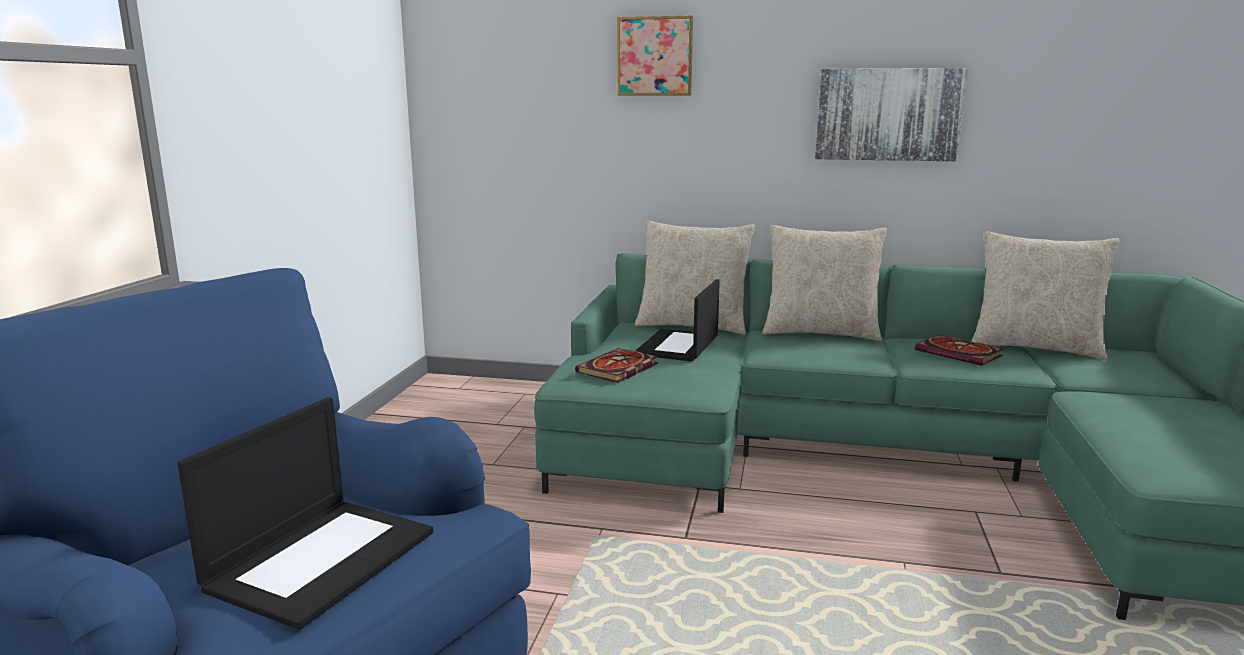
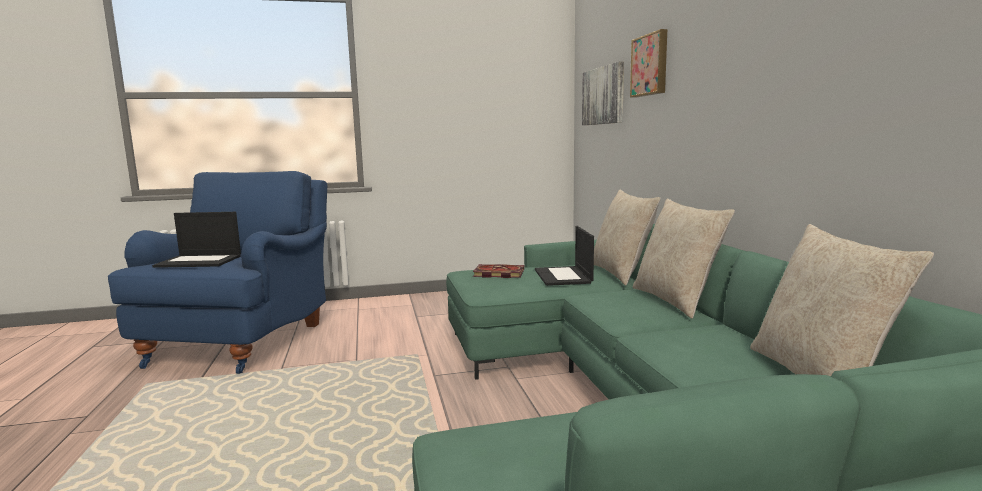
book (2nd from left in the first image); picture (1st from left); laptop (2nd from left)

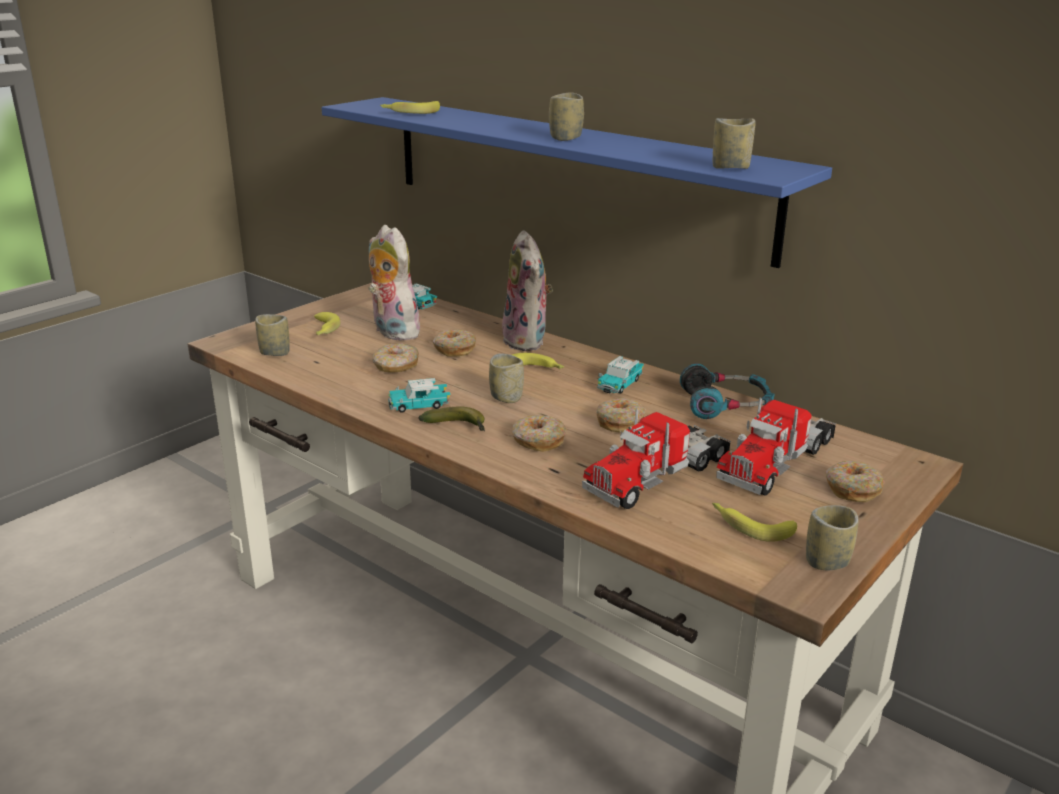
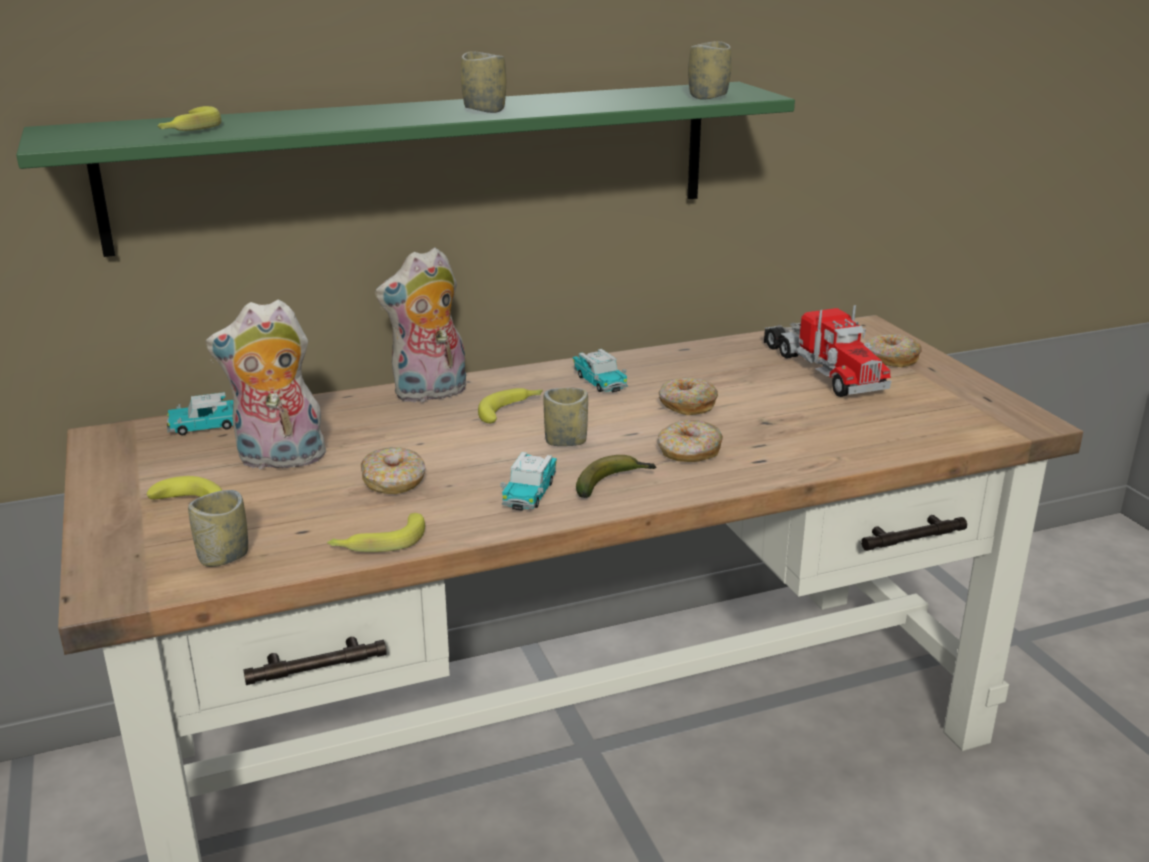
donut (2nd from left in the first image); toy truck (1st from left in the first image); headphones; cup (5th from left in the first image); banana (3rd from left); shelf/green; plush toy (2nd from left)

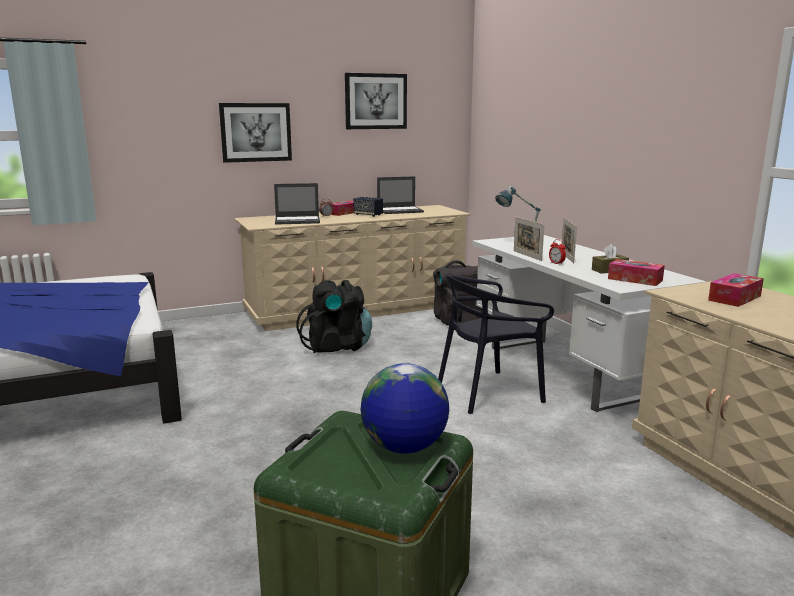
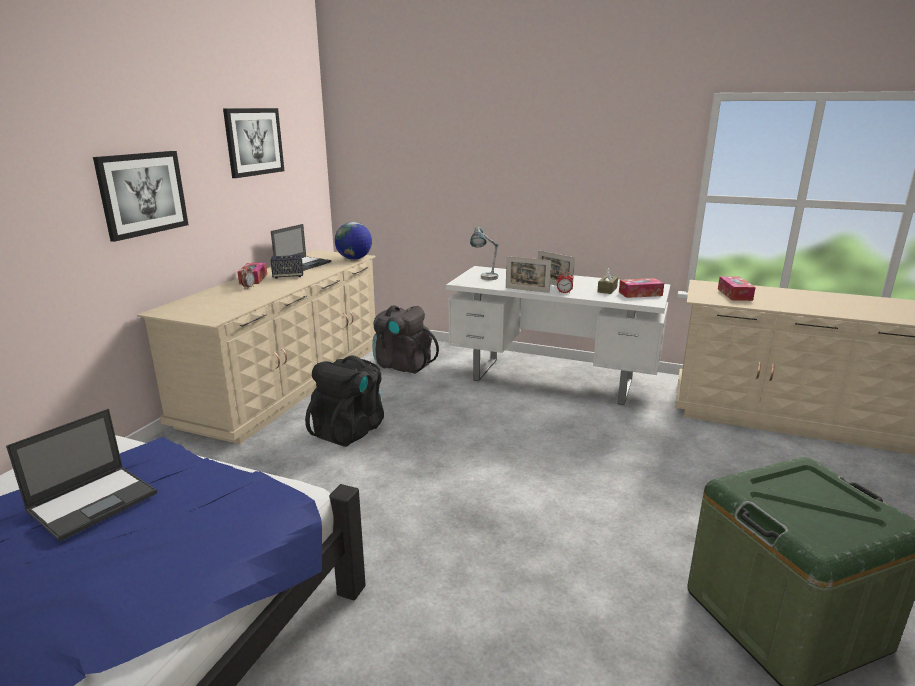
chair/black; laptop (1st from left); globe

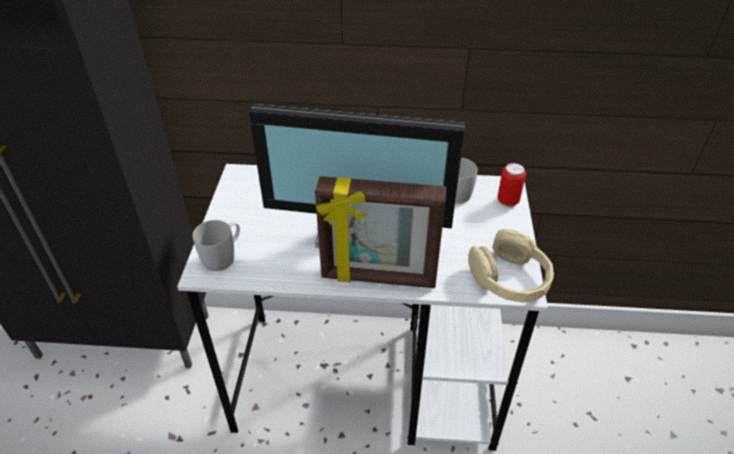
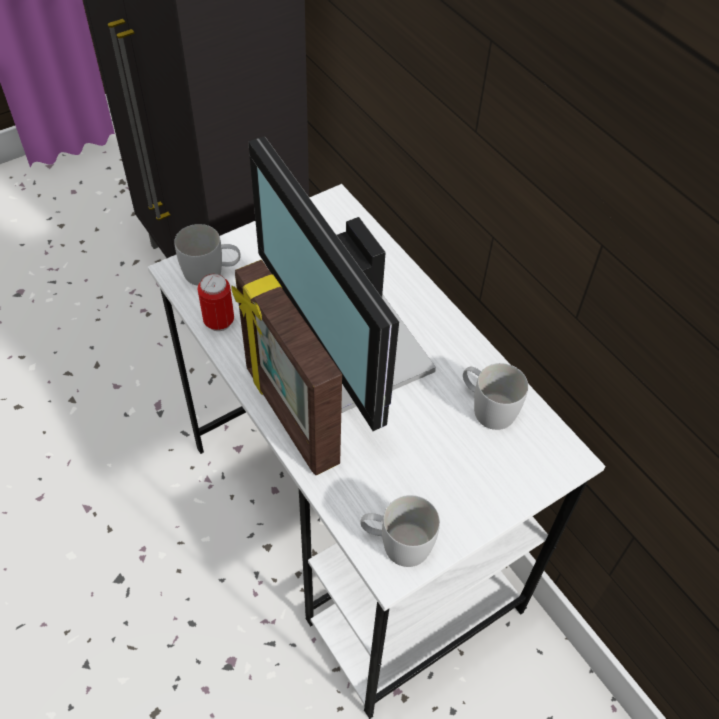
can; mug/white (2nd from left)

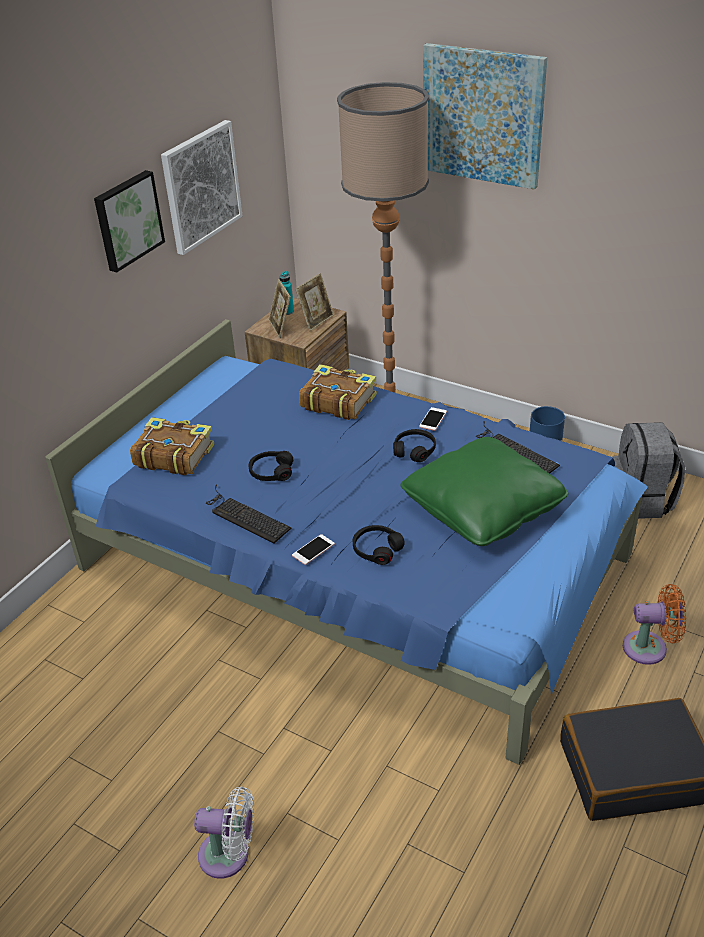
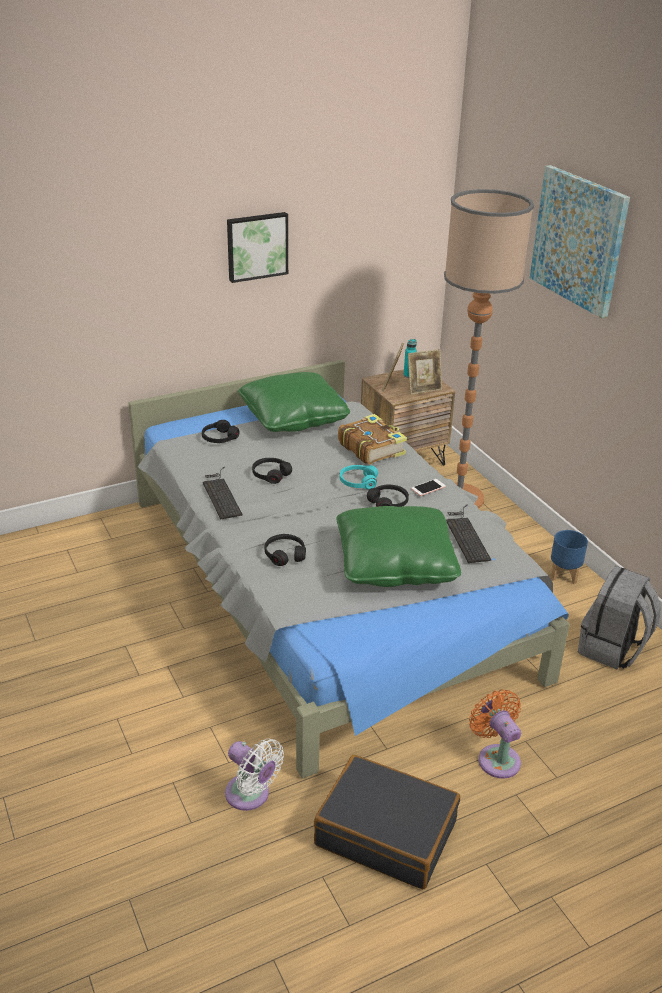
picture (2nd from left in the first image); phone (1st from left in the first image); pillow/green (1st from left); headphones/turquoise; fan/white; headphones/black (1st from left); bed/grey; fan/orange

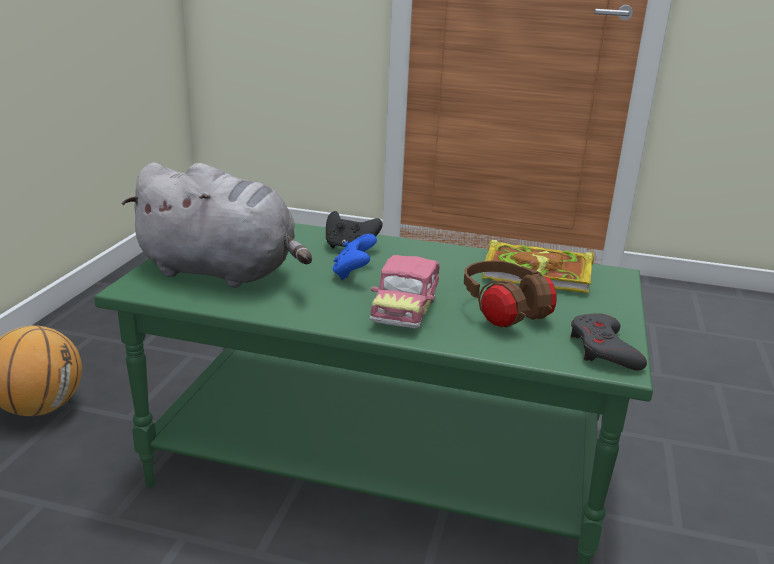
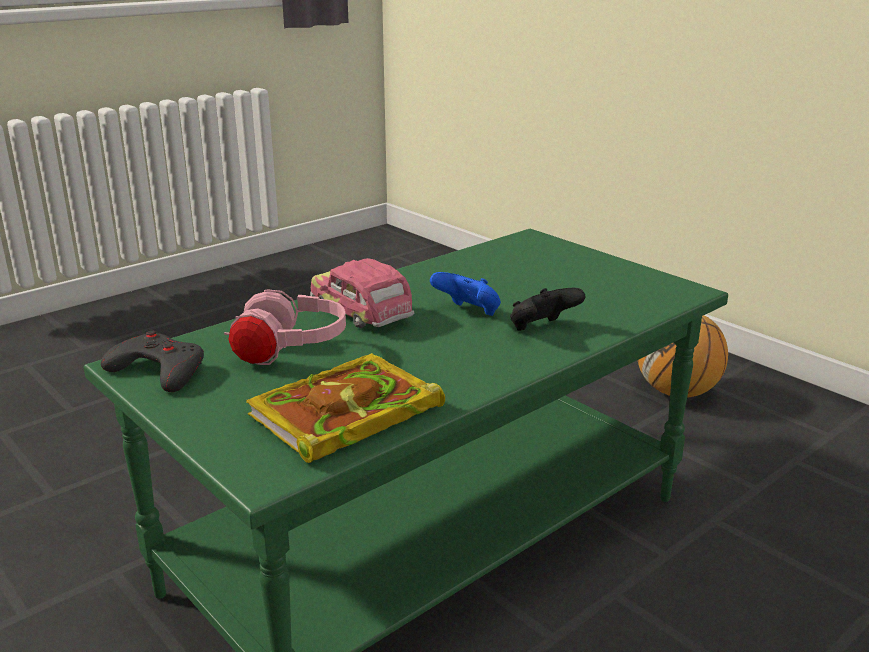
plush toy/grey; headphones/pink

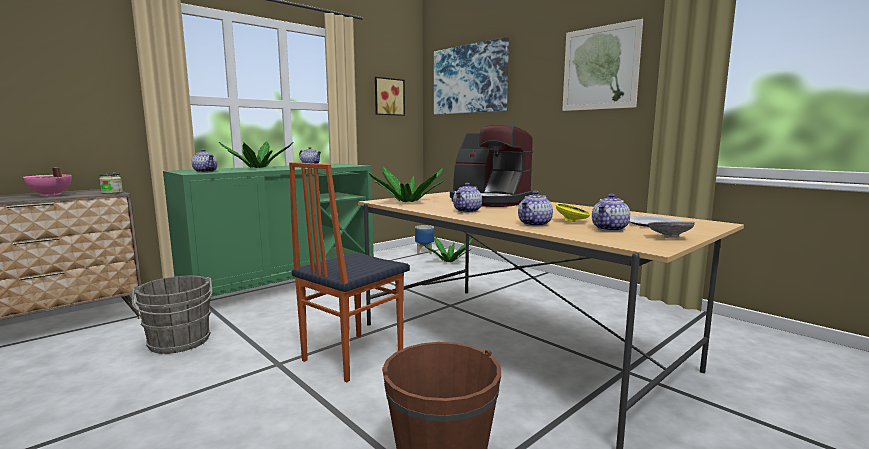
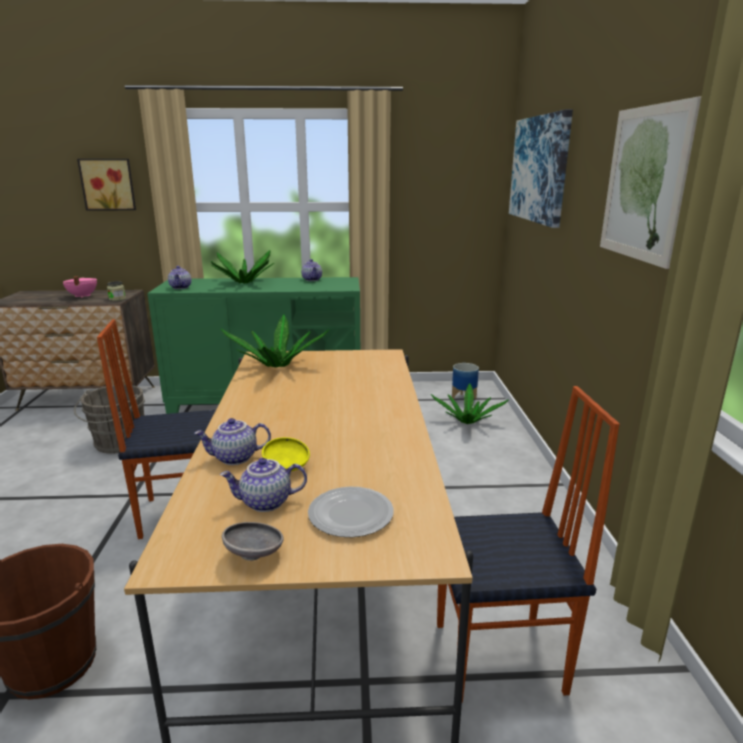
coffee machine; teapot (3rd from left in the first image); chair (2nd from left); picture (1st from left)

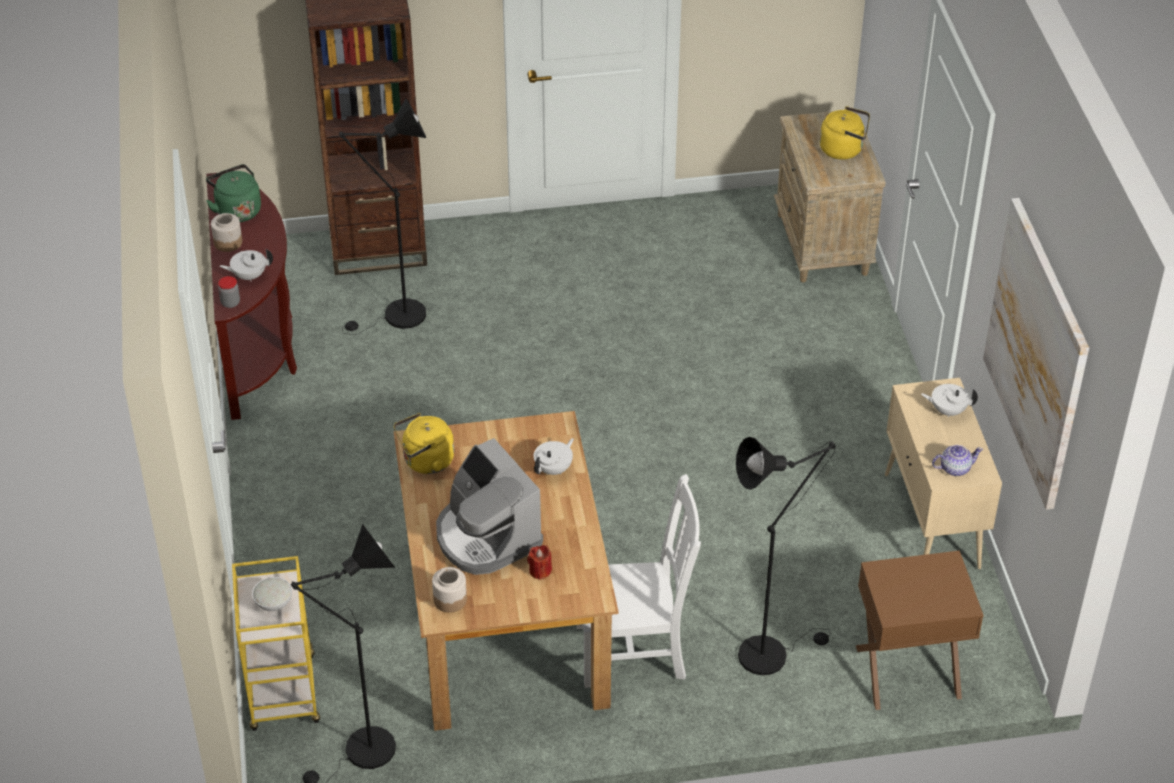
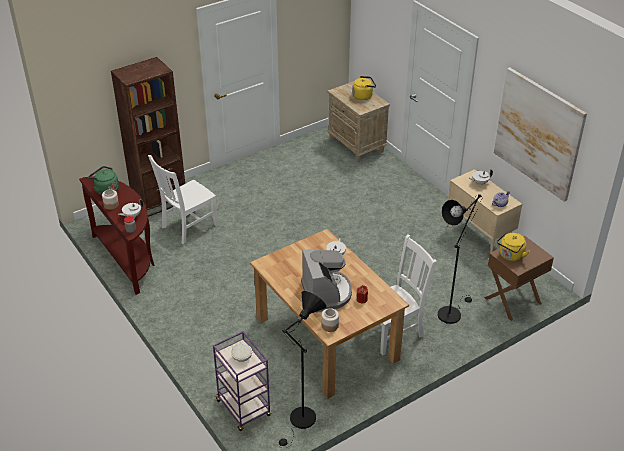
kettle/yellow (2nd from left); chair/white (1st from left); cart/purple; coffee machine

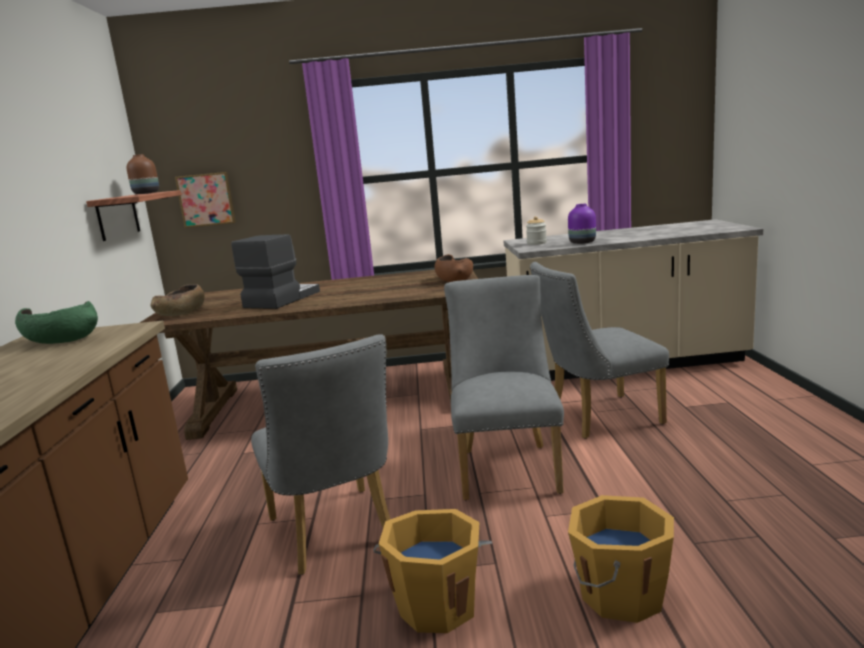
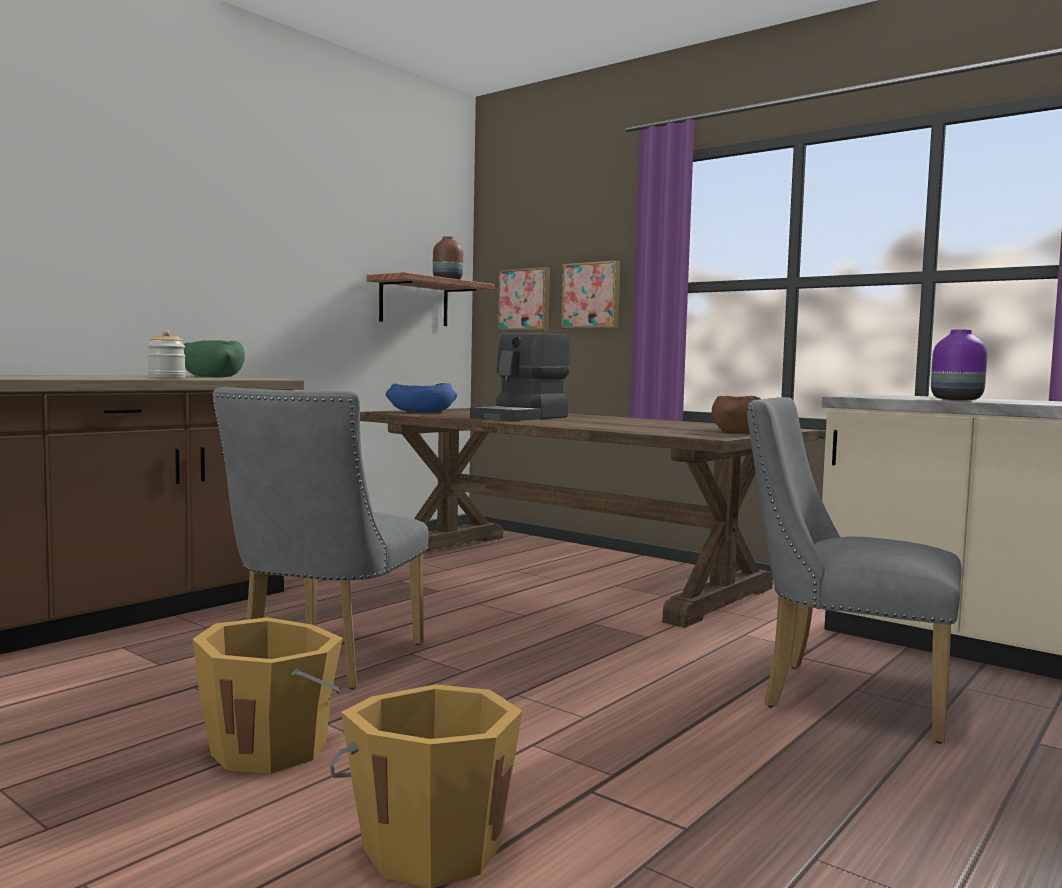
chair/grey (2nd from left in the first image); picture (2nd from left); jar; bowl/blue; coffee machine

